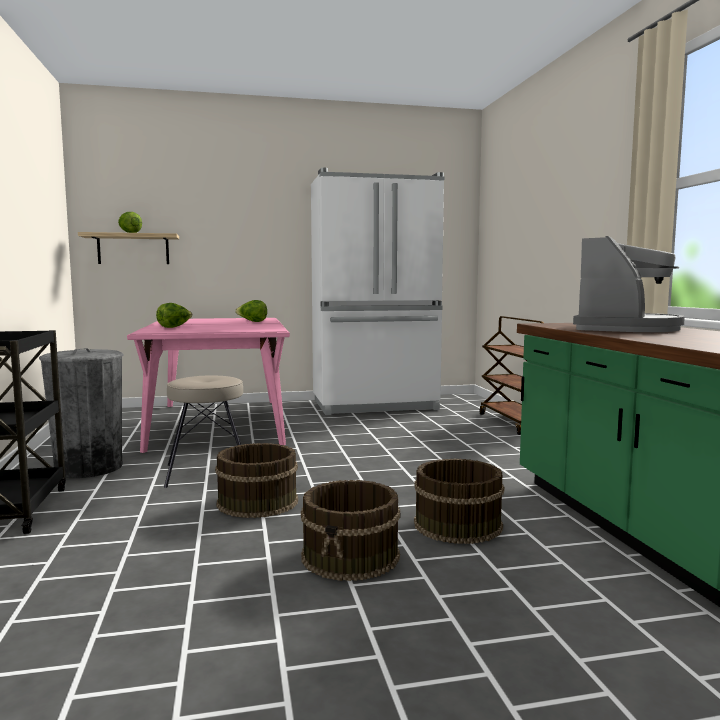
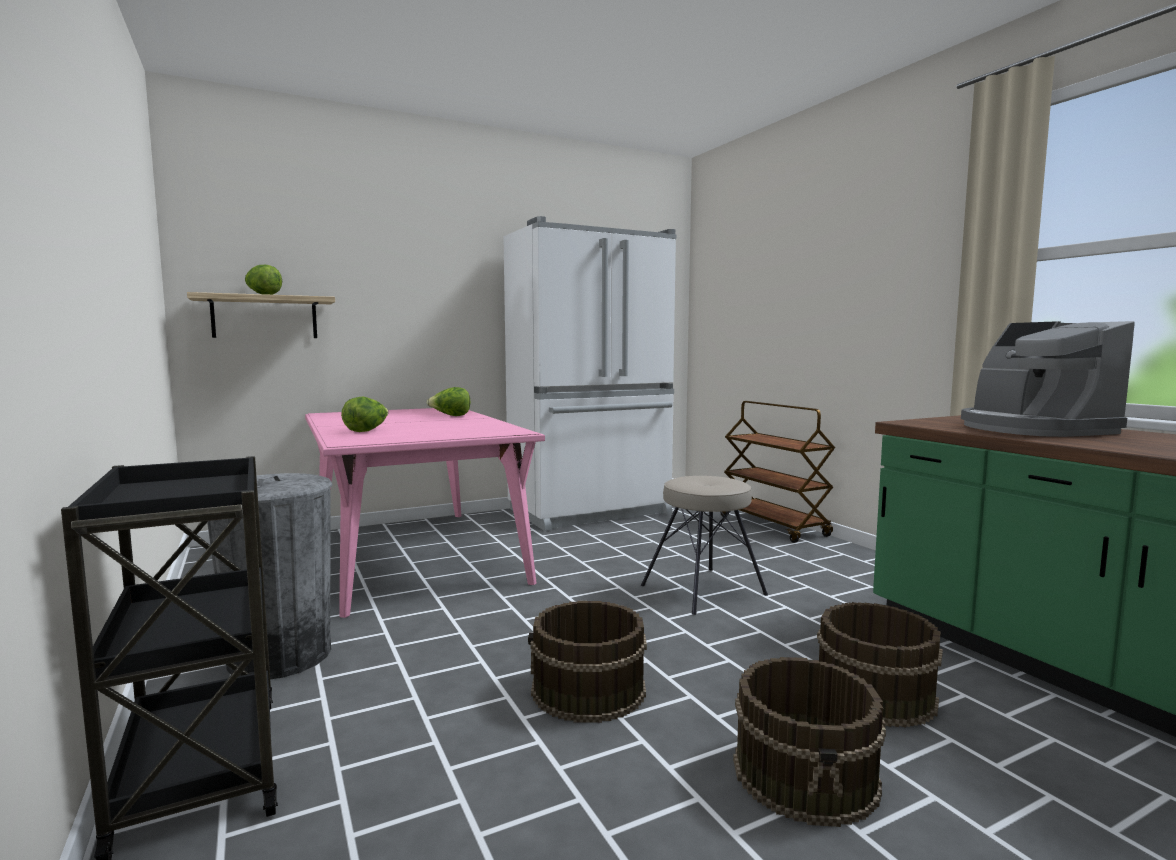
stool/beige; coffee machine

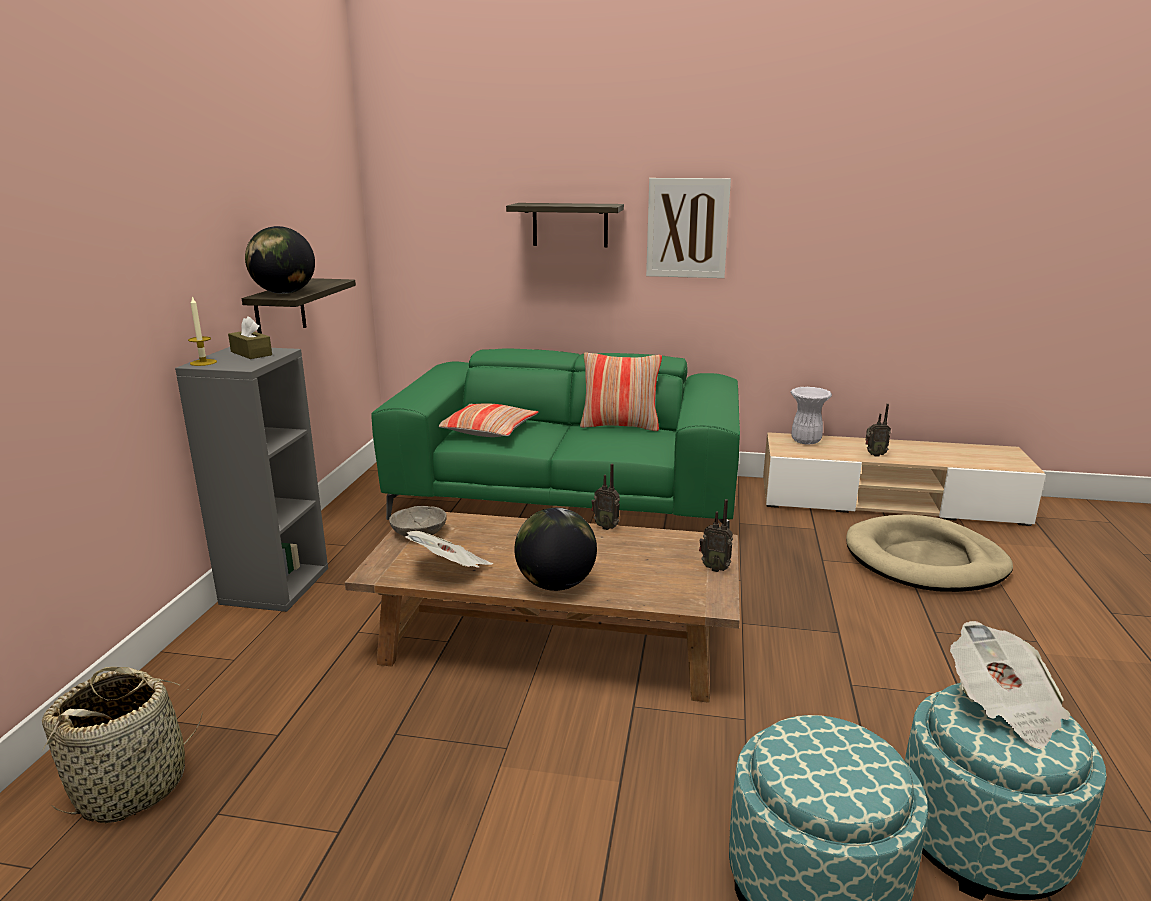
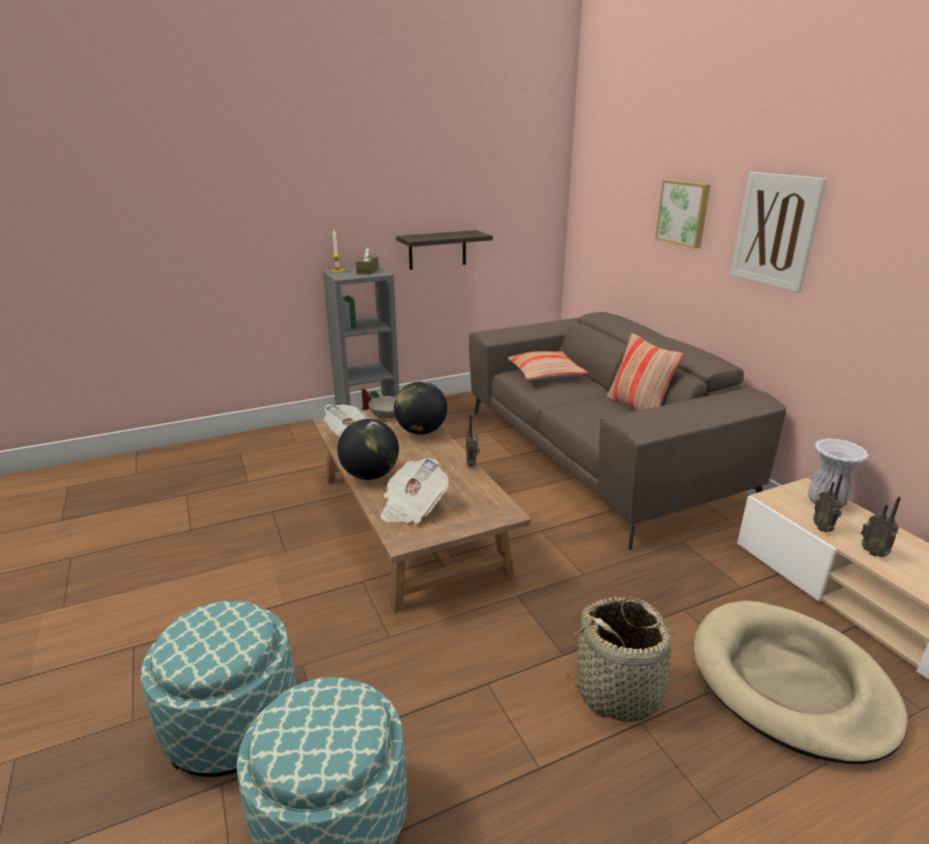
basket; globe (2nd from left); radio (2nd from left); newspaper (2nd from left); picture (1st from left); sofa/brown

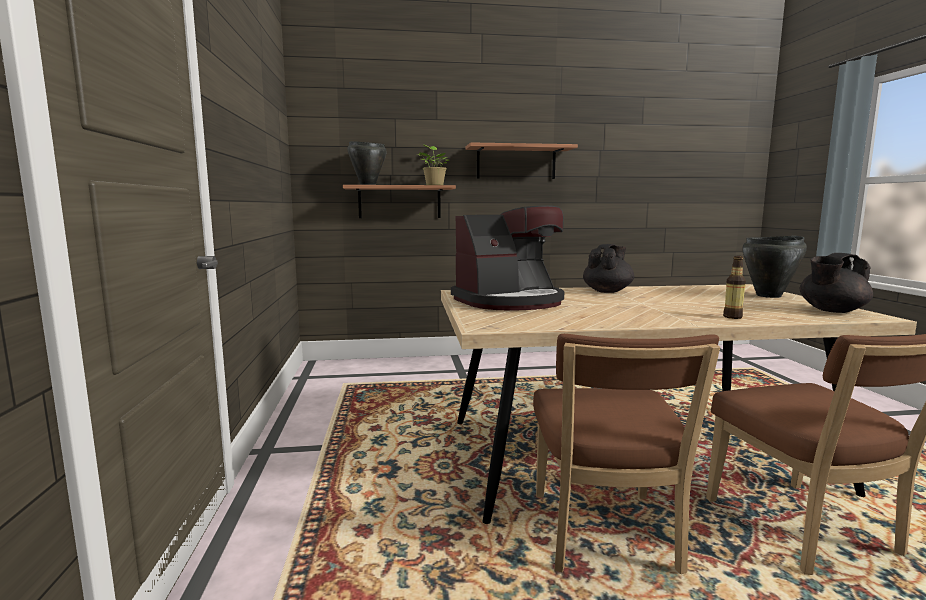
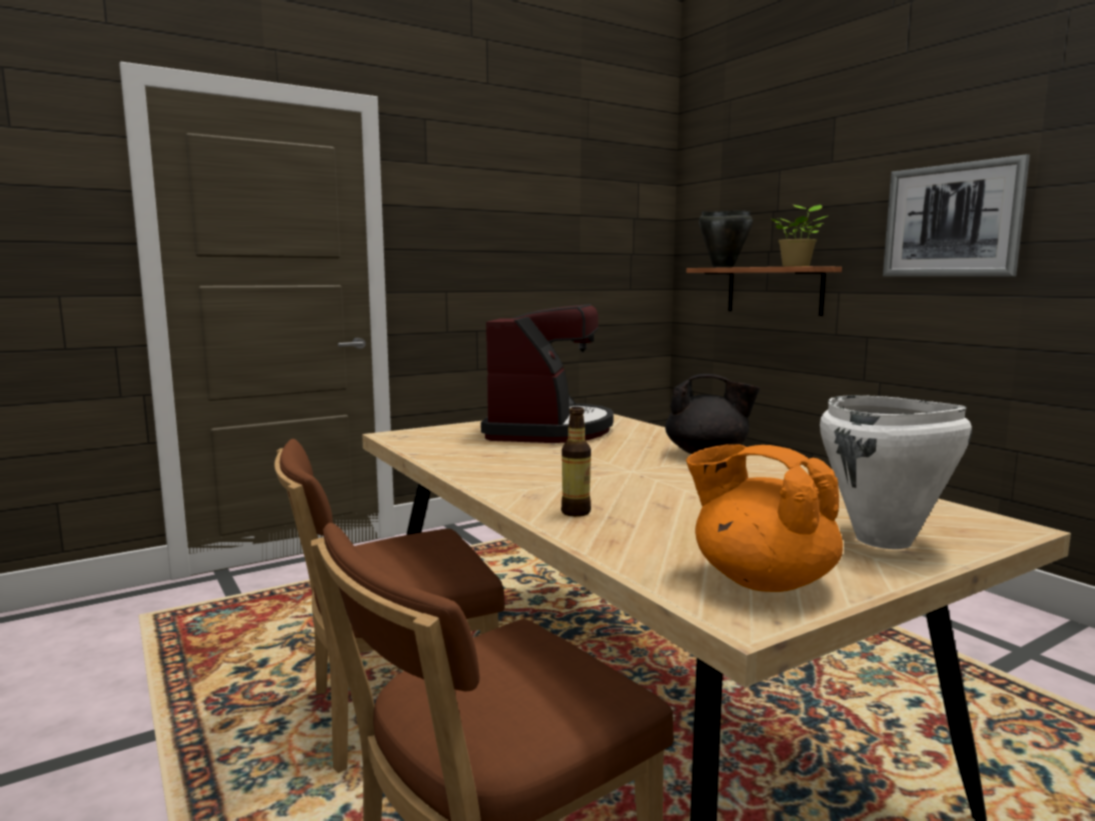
picture; cooking pot/white; teapot/orange; coffee machine

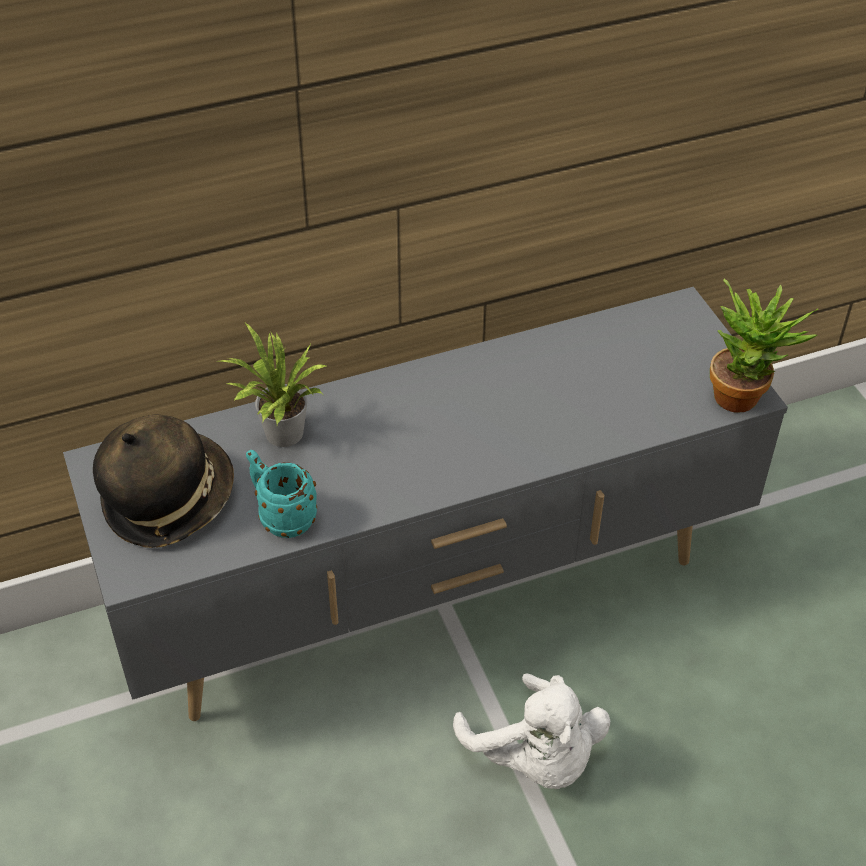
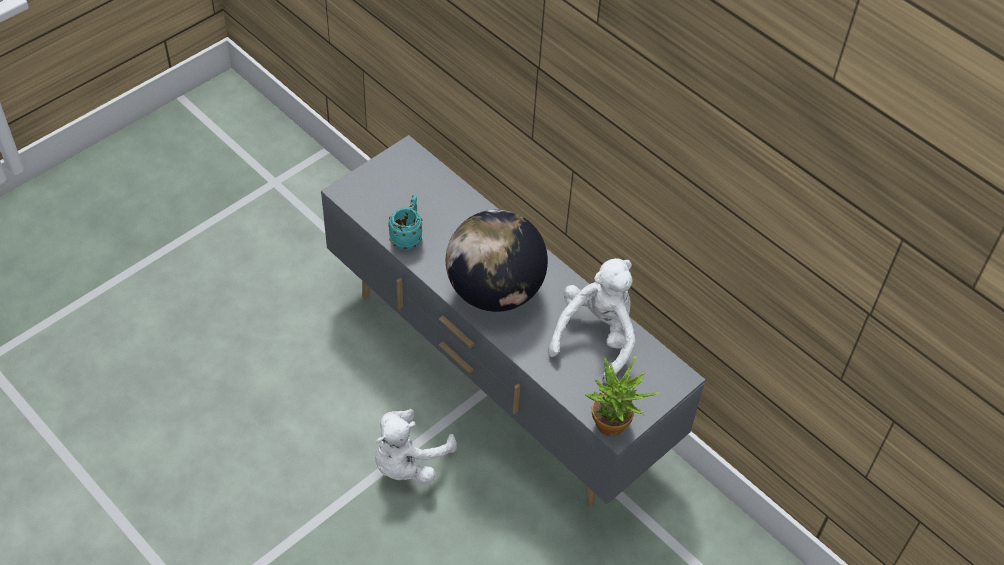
hat; potted plant (1st from left in the first image); globe; plush toy/white (2nd from left)

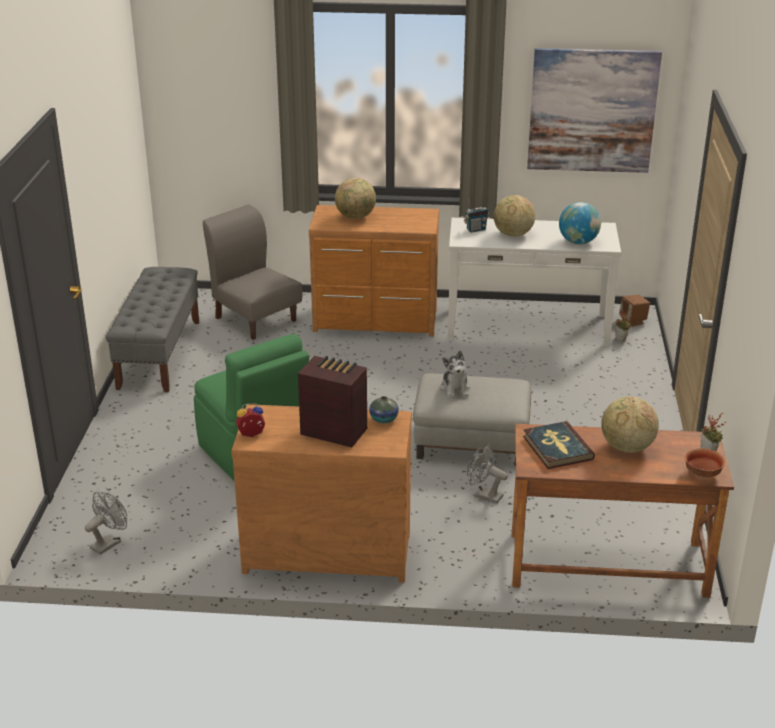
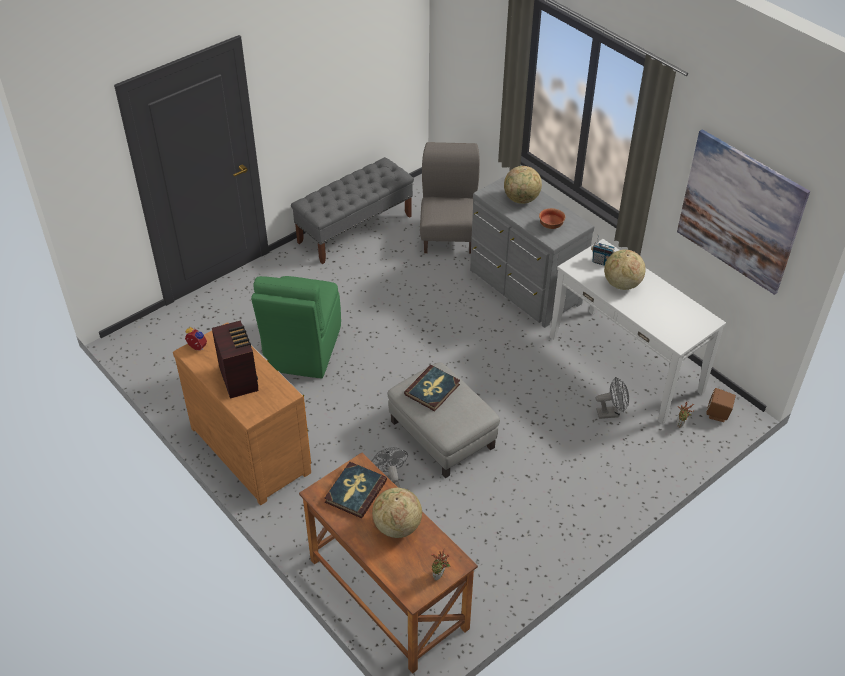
vase; globe (3rd from left in the first image); fan/grey (2nd from left); bowl; book (2nd from left); dresser/grey

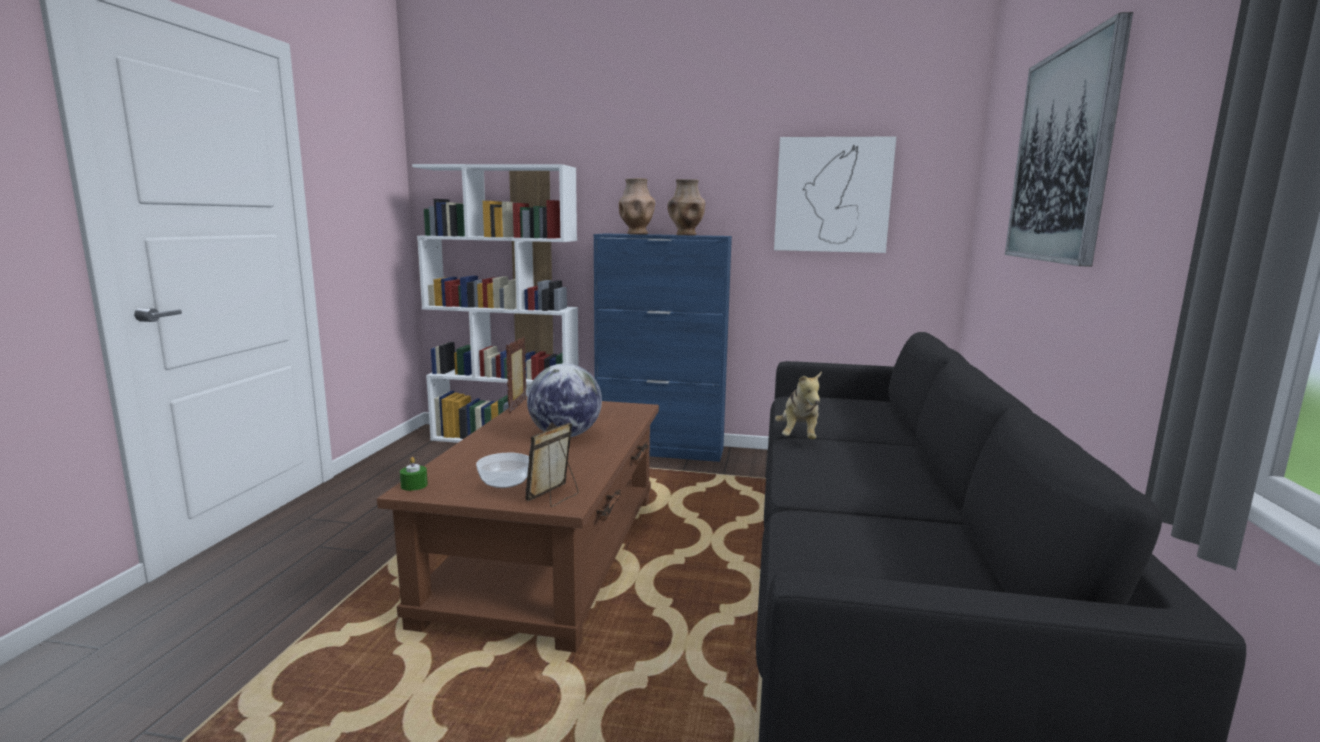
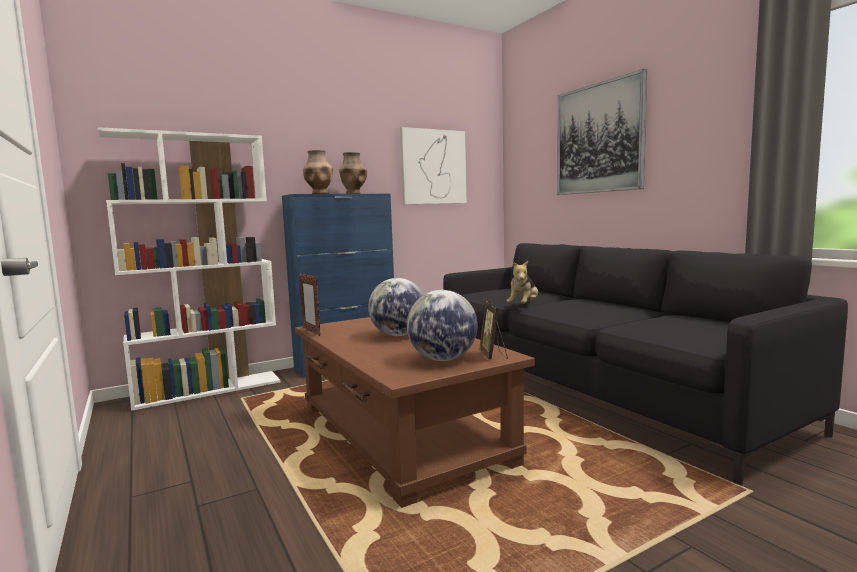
candle/green; globe (2nd from left); plush toy

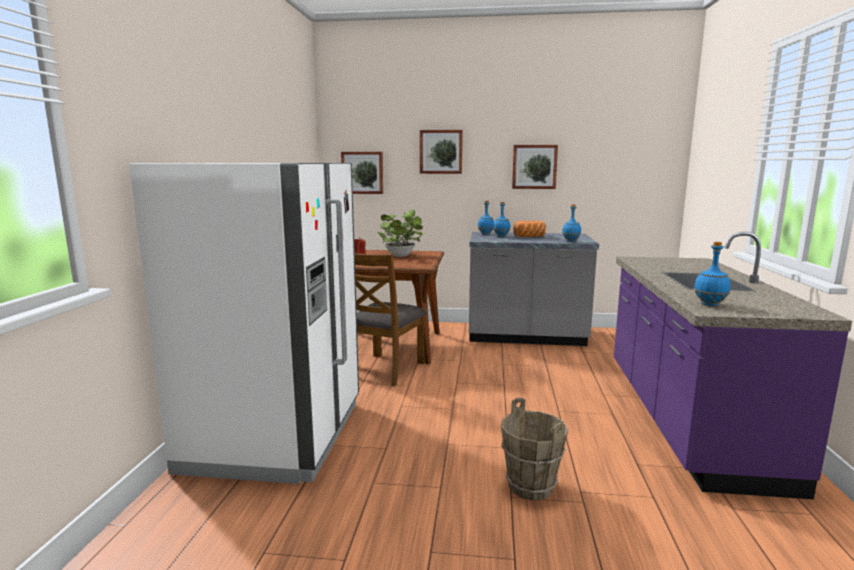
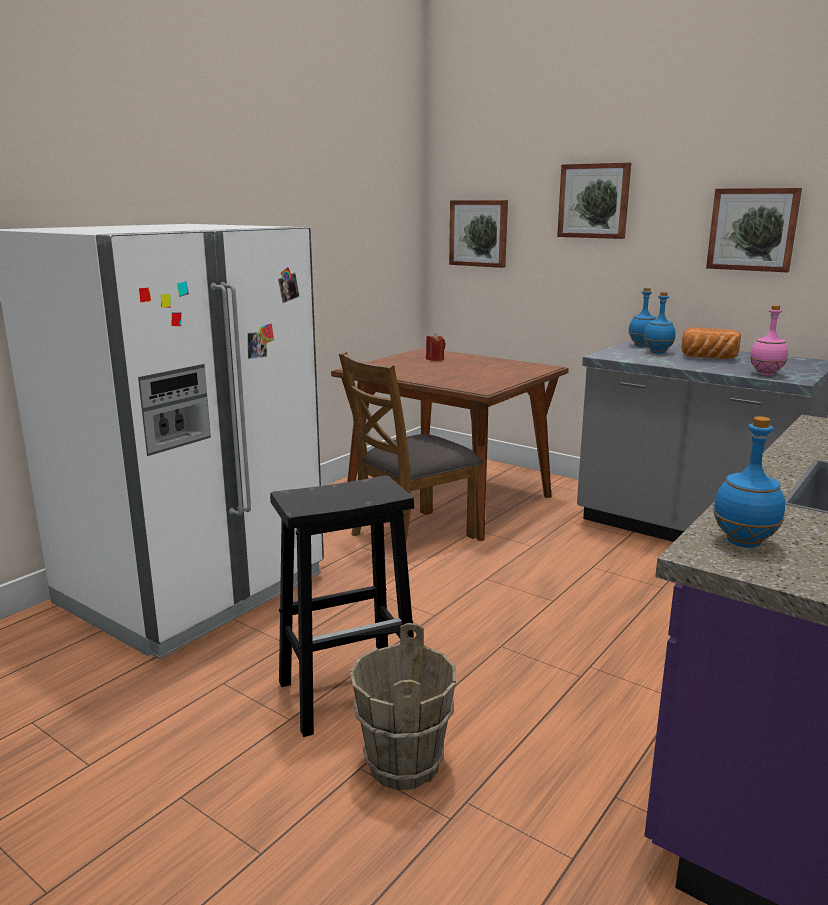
potted plant; stool/black; bottle/pink

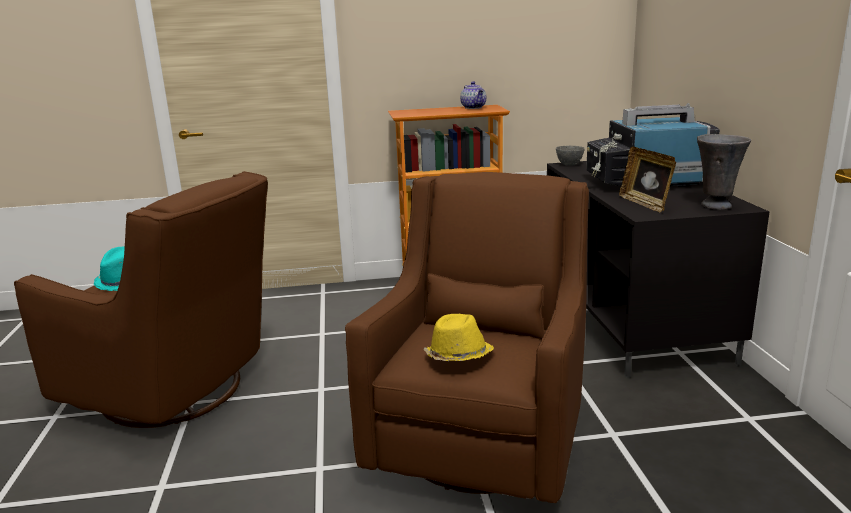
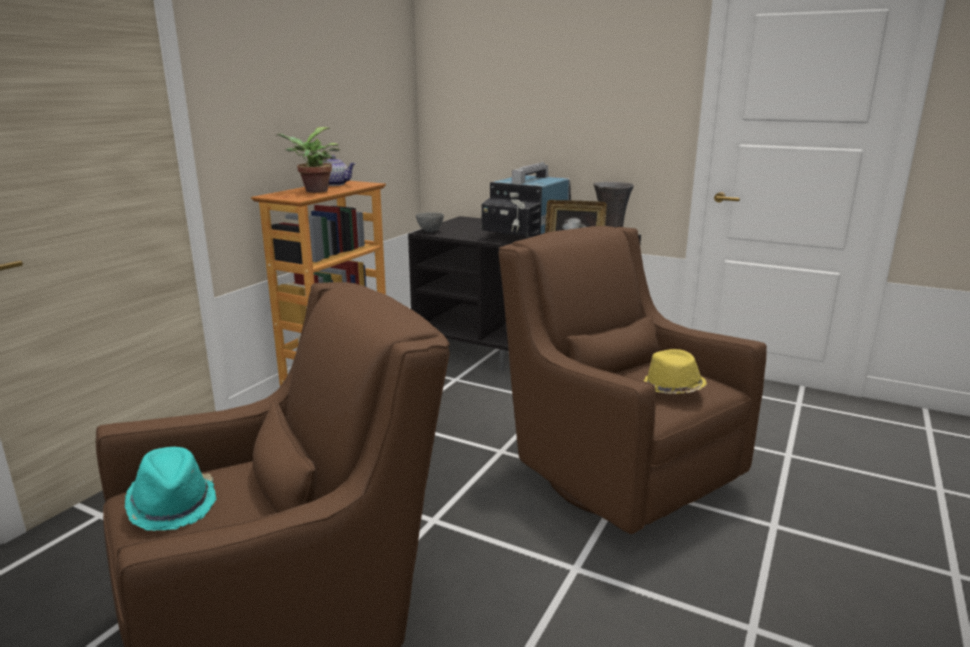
potted plant

